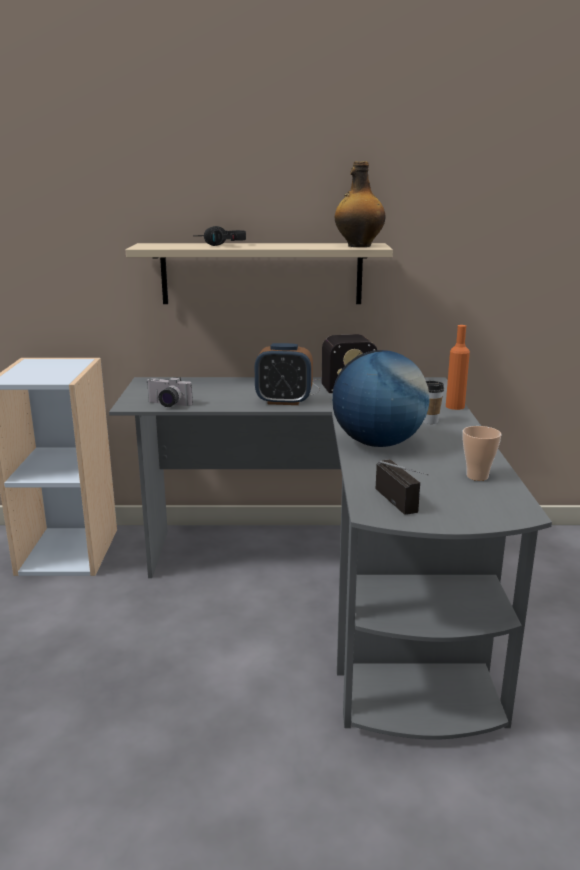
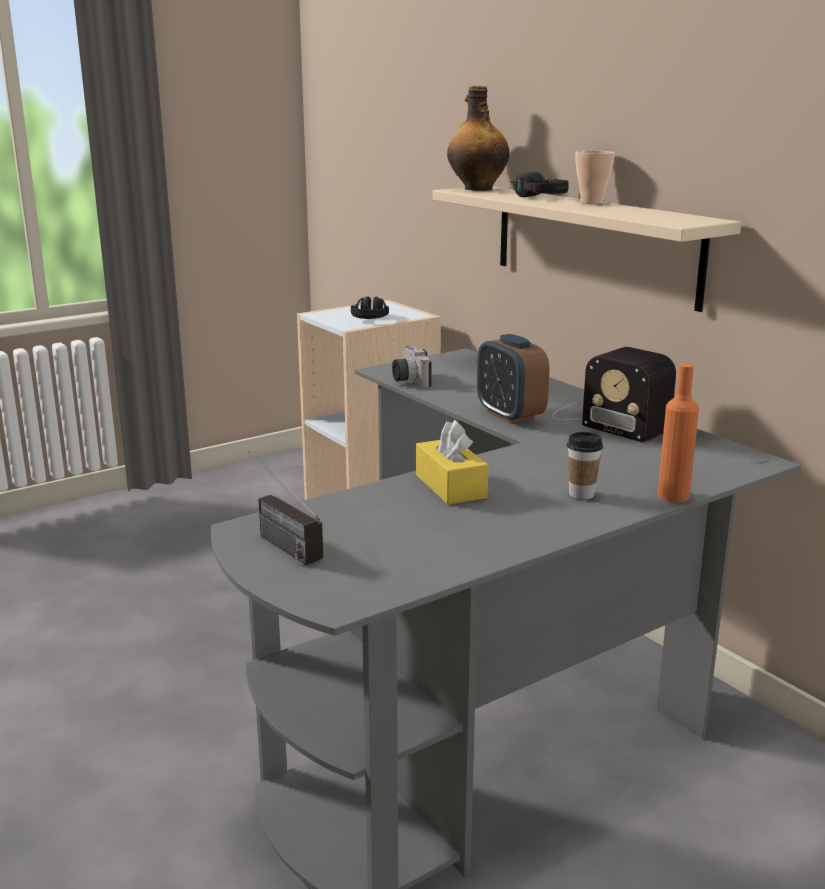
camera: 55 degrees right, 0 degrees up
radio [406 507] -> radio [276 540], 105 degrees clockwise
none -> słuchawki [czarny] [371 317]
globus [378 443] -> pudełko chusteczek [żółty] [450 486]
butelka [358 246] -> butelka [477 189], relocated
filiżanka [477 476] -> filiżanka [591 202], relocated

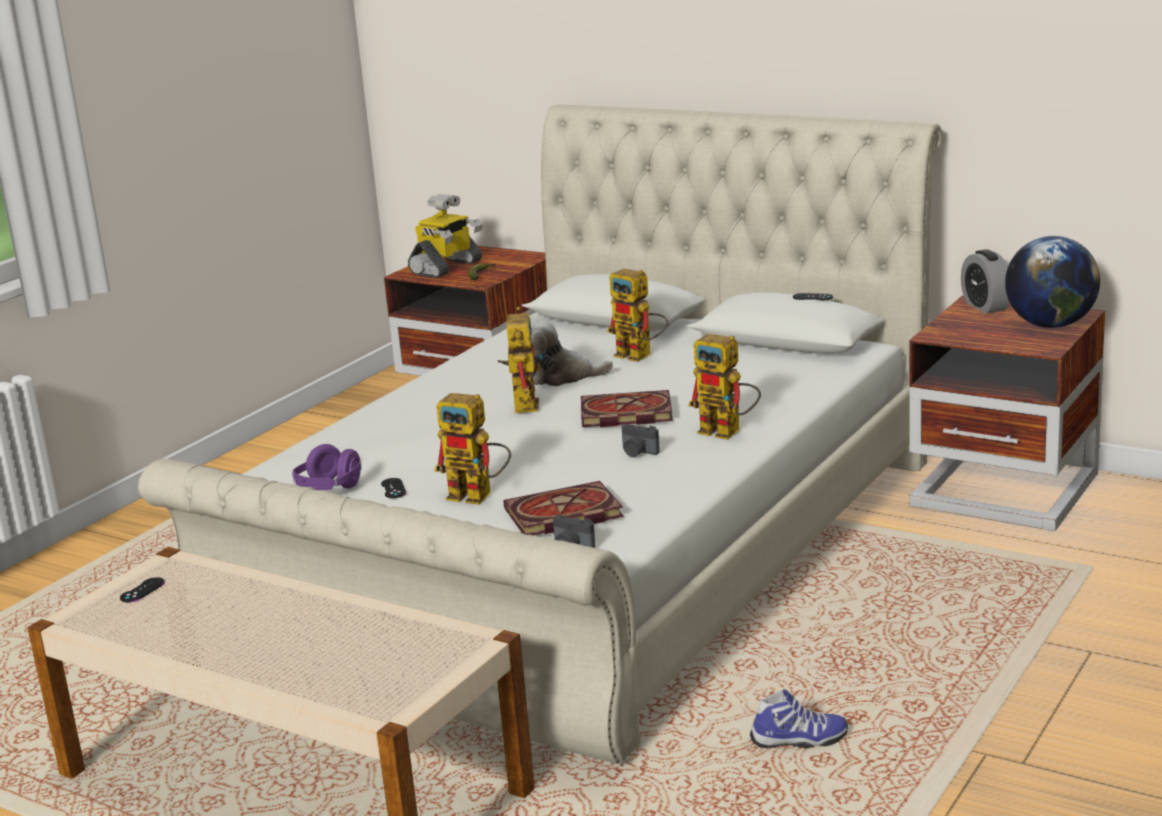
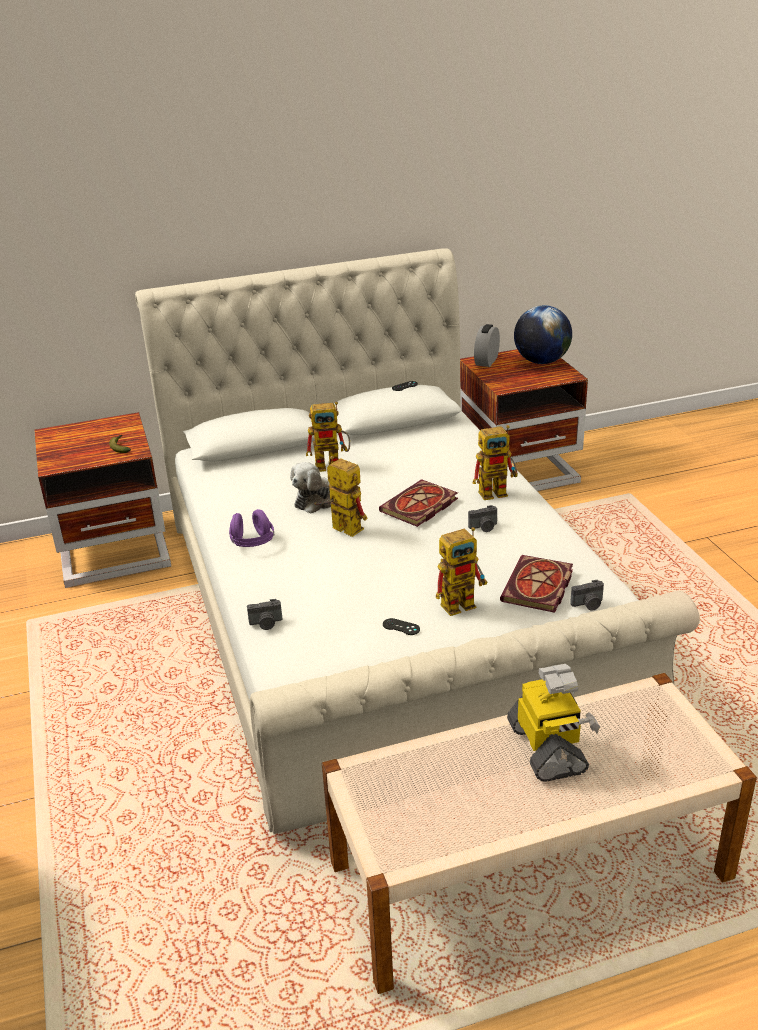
camera: 50 degrees left, 10 degrees up
słuchawki [fioletowy] [328 489] -> słuchawki [fioletowy] [252 542], relocated
none -> aparat fotograficzny [266 623]
budzik [985 306] -> budzik [486 361], 90 degrees clockwise
robot zabawkowy [447 268] -> robot zabawkowy [548 748], relocated
pad do gier [czarny] [142 590] -> none
but [799 741] -> none

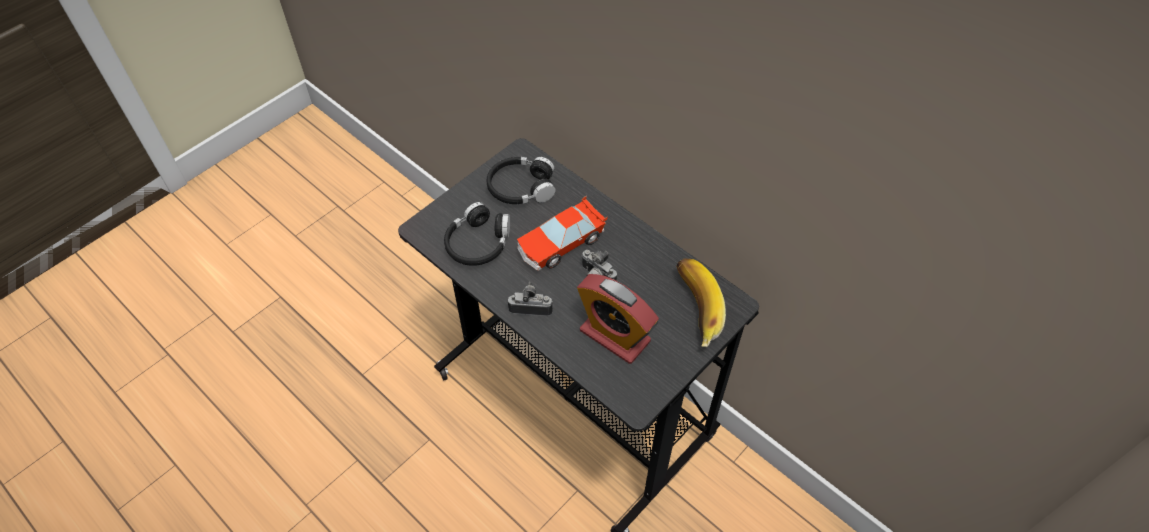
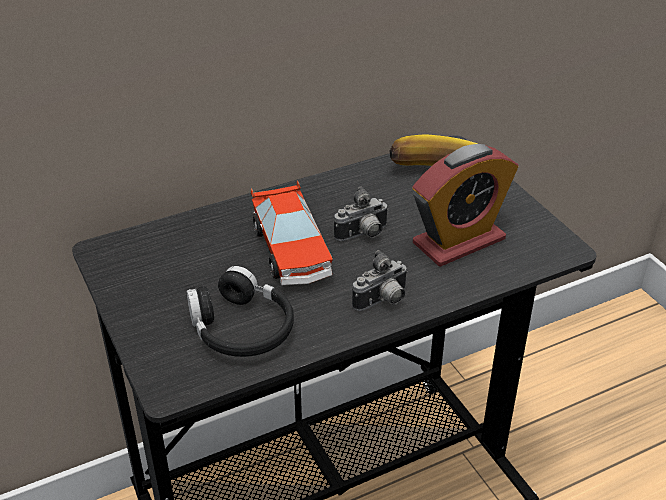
camera: 70 degrees left, 15 degrees down
aparat fotograficzny [531 307] -> aparat fotograficzny [383 301], 150 degrees counterclockwise
słuchawki [czarny] [521 188] -> none

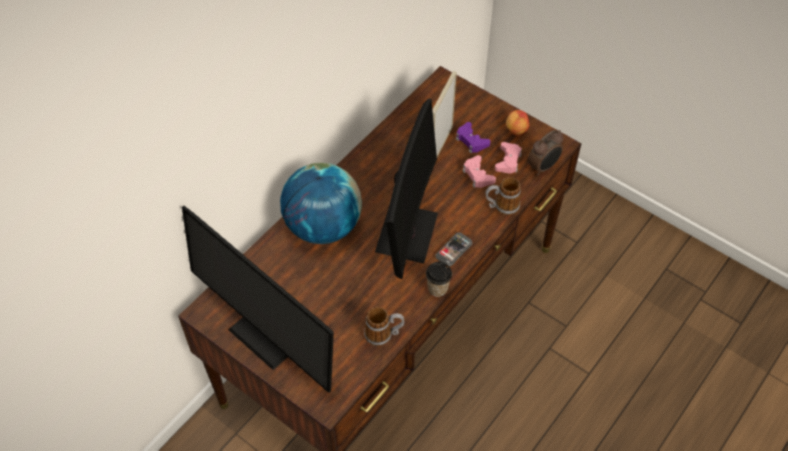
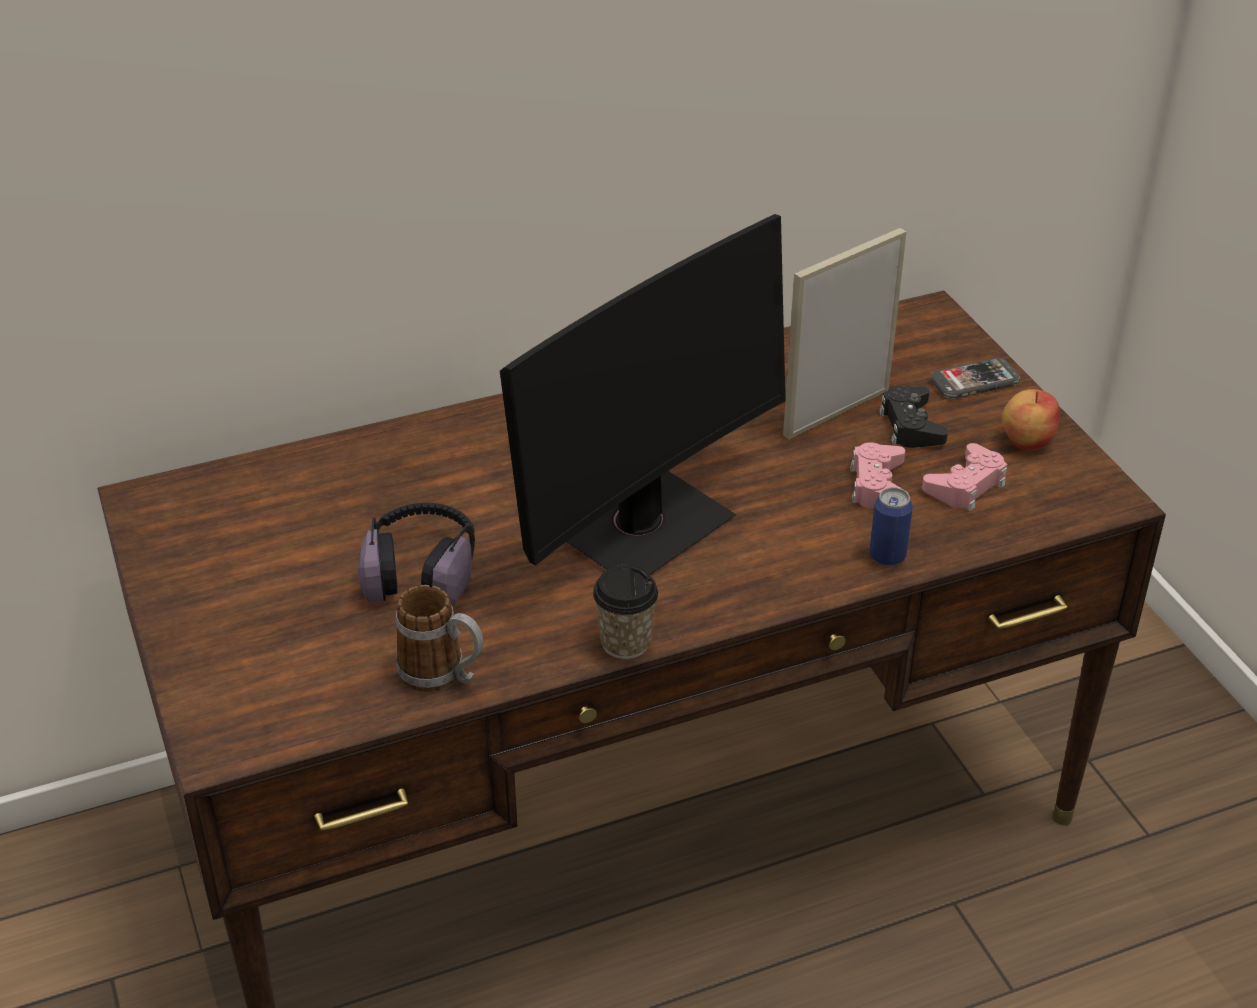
camera: 30 degrees right, 15 degrees down
none -> słuchawki [422 571]
kubek [501 206] -> puszka [887 556]
pad do gier [fioletowy] [471 141] -> pad do gier [czarny] [911 425]
telefon [453 250] -> telefon [974 381], relocated
monitor [272 330] -> none
globus [323 227] -> none
budzik [543 167] -> none

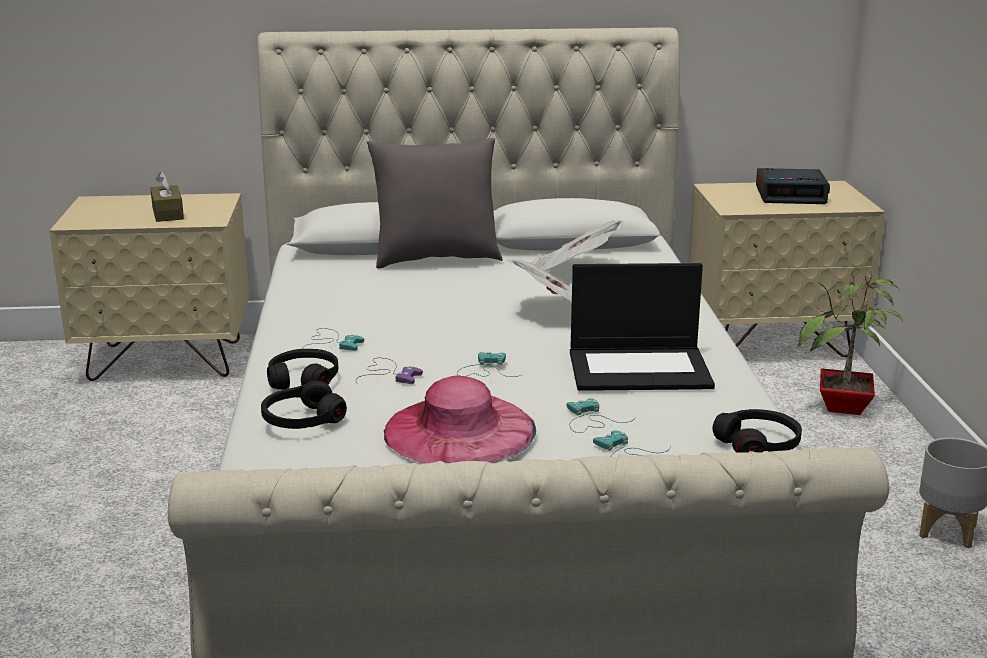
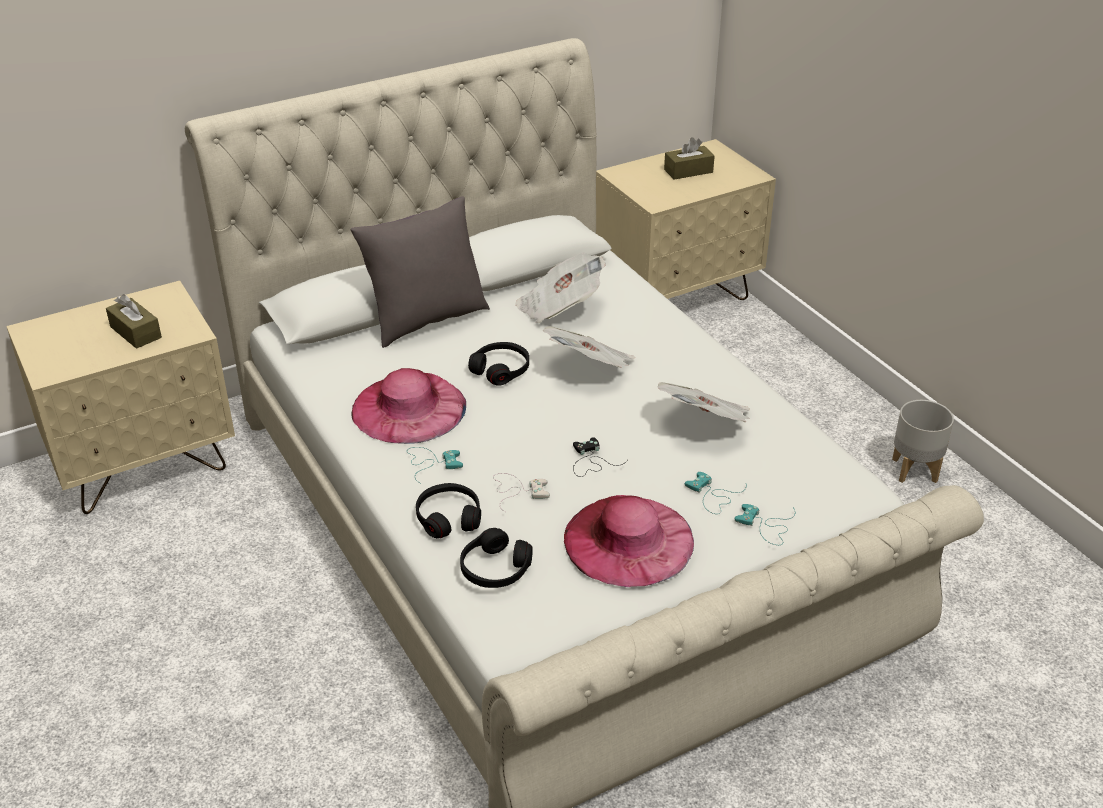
camera: 25 degrees left, 15 degrees up
none -> kapelusz [różowy] [408 408]
słuchawki [czarny] [758 444] -> słuchawki [czarny] [501 370], relocated
pad do gier [fioletowy] [388 374] -> pad do gier [biały] [517 490]
pad do gier [turkusowy] [485 370] -> pad do gier [czarny] [590 461]
laptop [640 369] -> gazeta [706 422]
budzik [791 195] -> pudełko chusteczek [brązowy] [688 171]
roślina doniczkowa [843 408] -> none

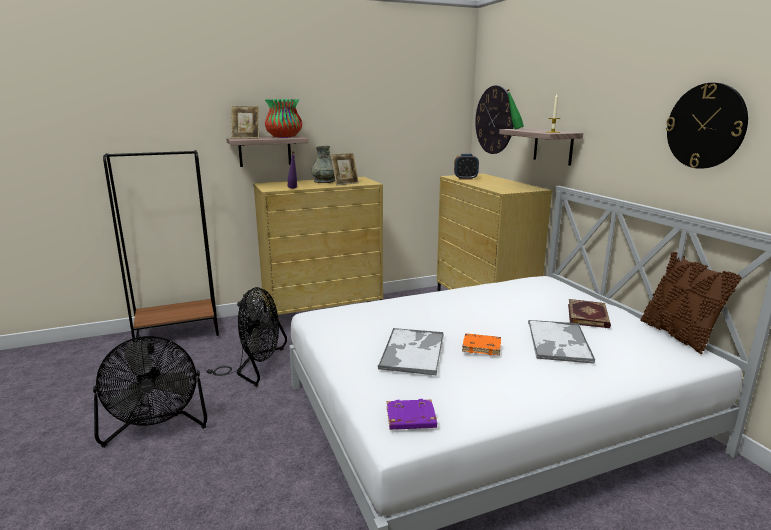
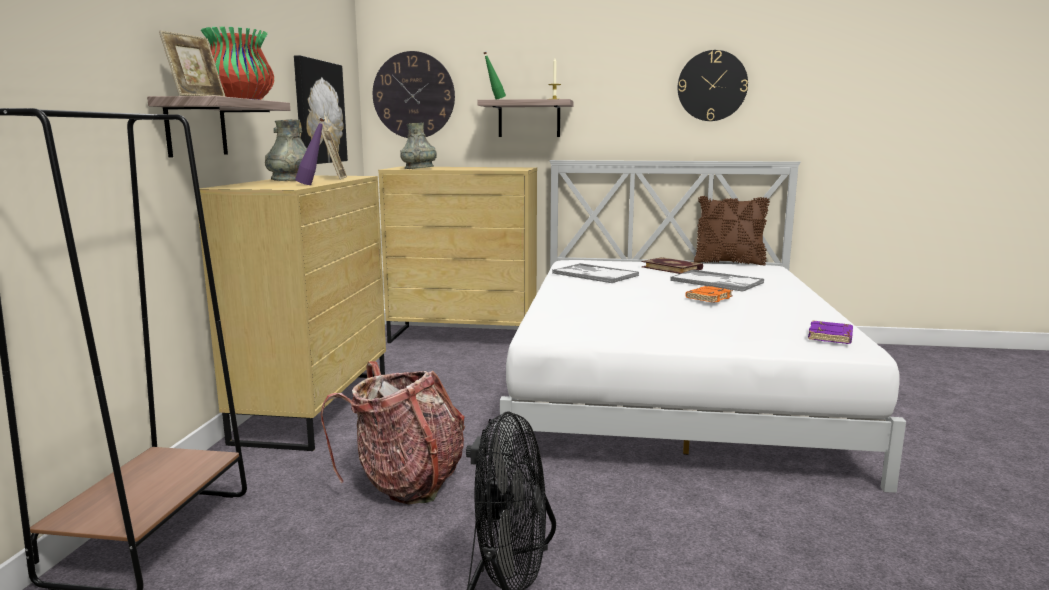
camera: 60 degrees left, 5 degrees down
none -> obraz [319 112]
wentylator [czarny] [254 367] -> plecak [406 483]
budzik [465 178] -> wazon [szary] [419 168]
taca [412 351] -> taca [594 274], relocated

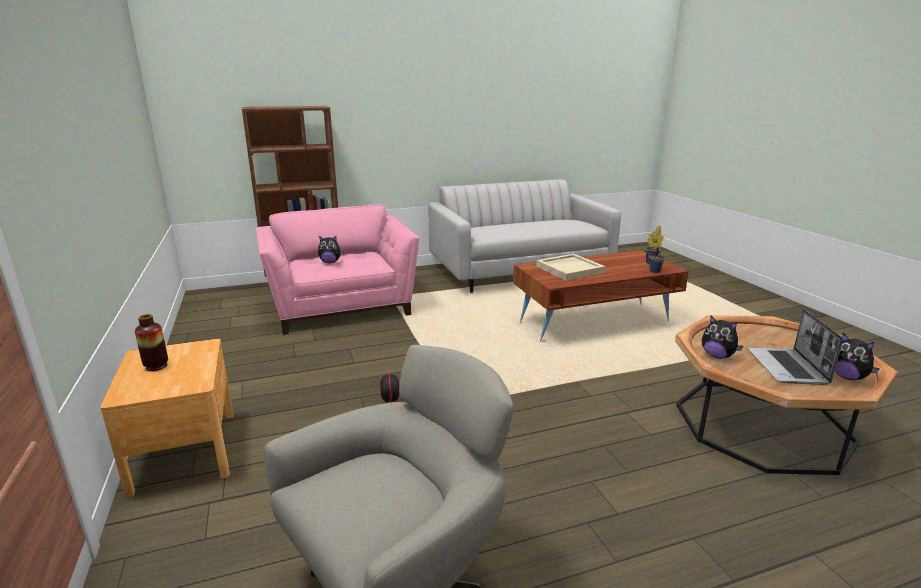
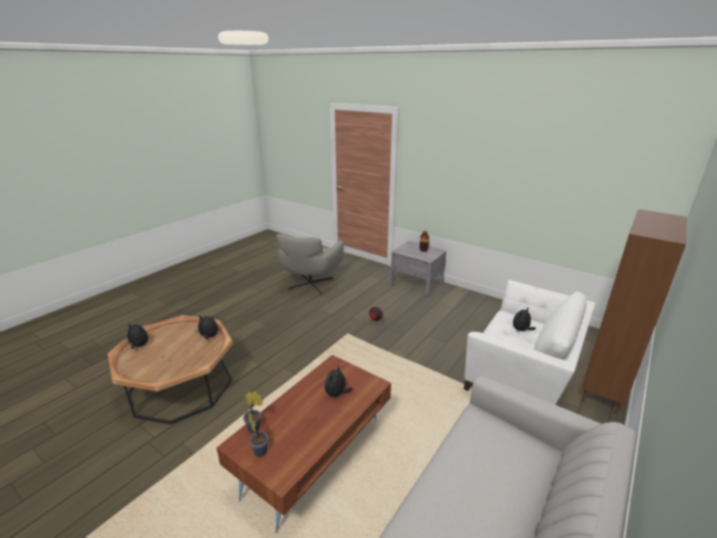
camera: 145 degrees right, 5 degrees up
taca [beżowy] [569 269] -> pluszak [336 394]
szafka nocna [brązowy] [185 451] -> szafka nocna [szary] [416 284]
fotel [różowy] [341 306] -> fotel [biały] [522 375]
laptop [788 368] -> none

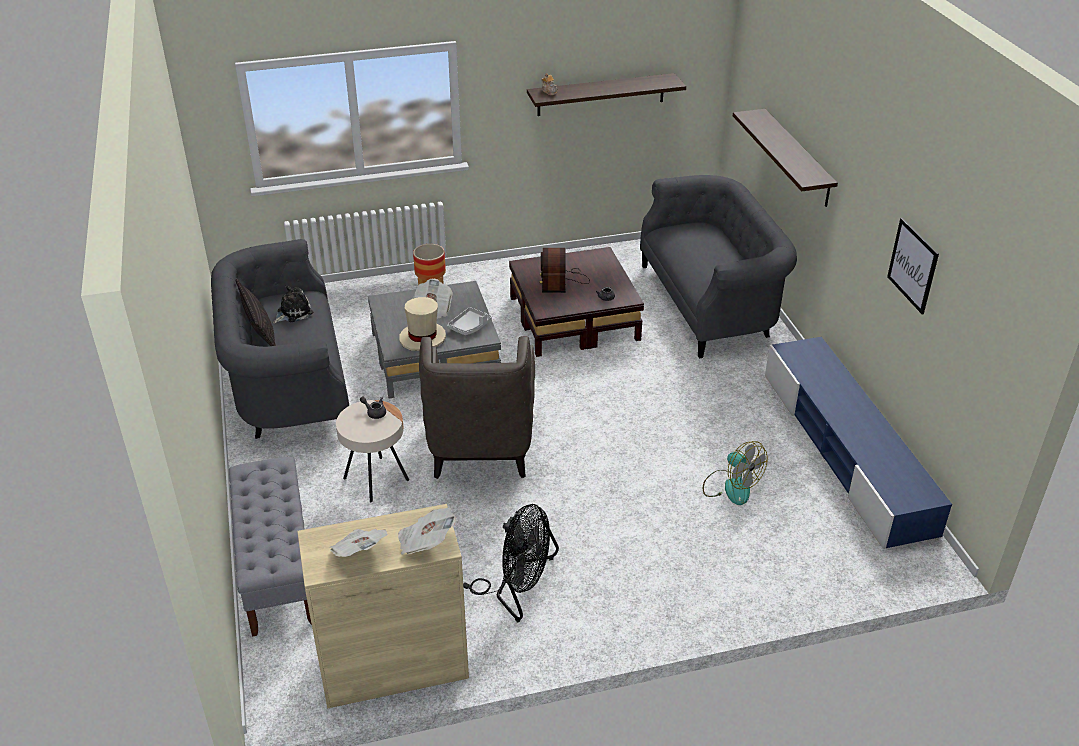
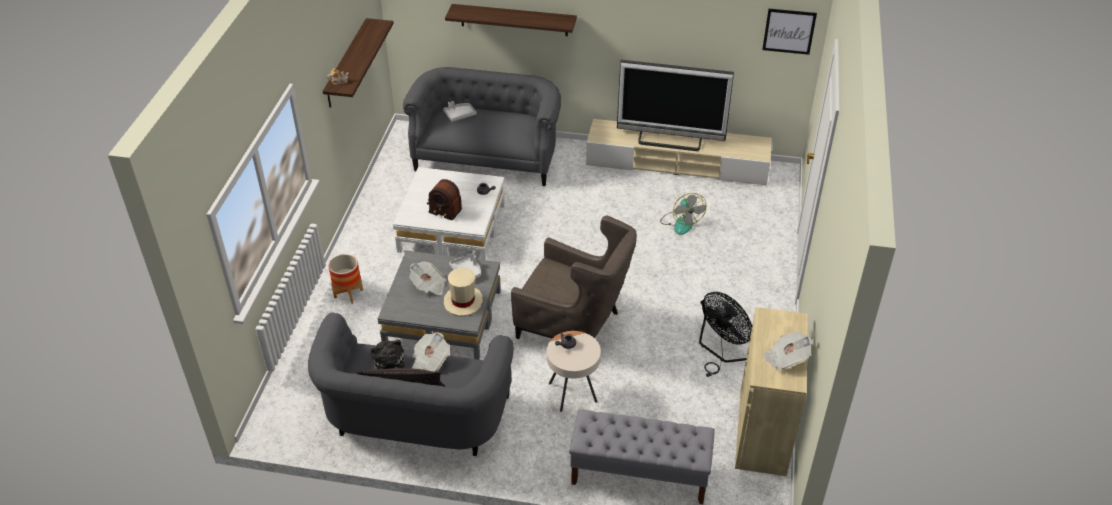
camera: 65 degrees left, 5 degrees up
ława [brązowy] [575 318] -> ława [biały] [453 227]
gazeta [425 542] -> gazeta [429 361], relocated
none -> taca [szary] [459 115]
szafka pod telewizor [niebieski] [846 452] -> szafka pod telewizor [beżowy] [677 164]
none -> telewizor [670 140]
wentylator [731 486] -> wentylator [681 222], 90 degrees clockwise
obraz [913 265] -> obraz [789 31], relocated

